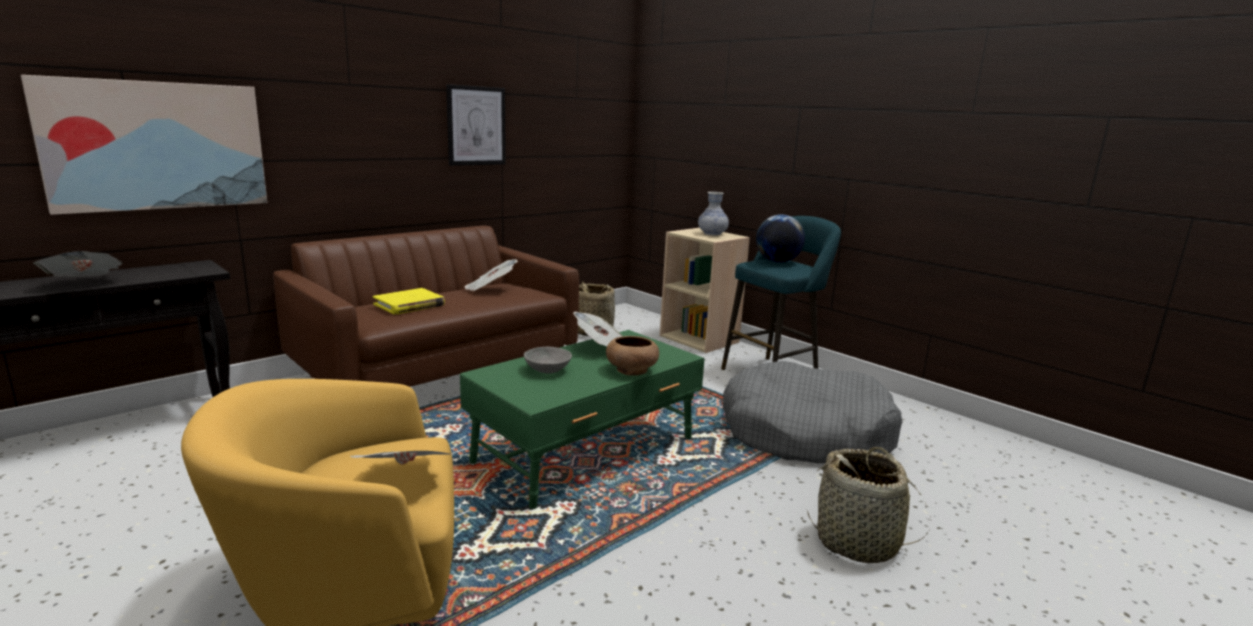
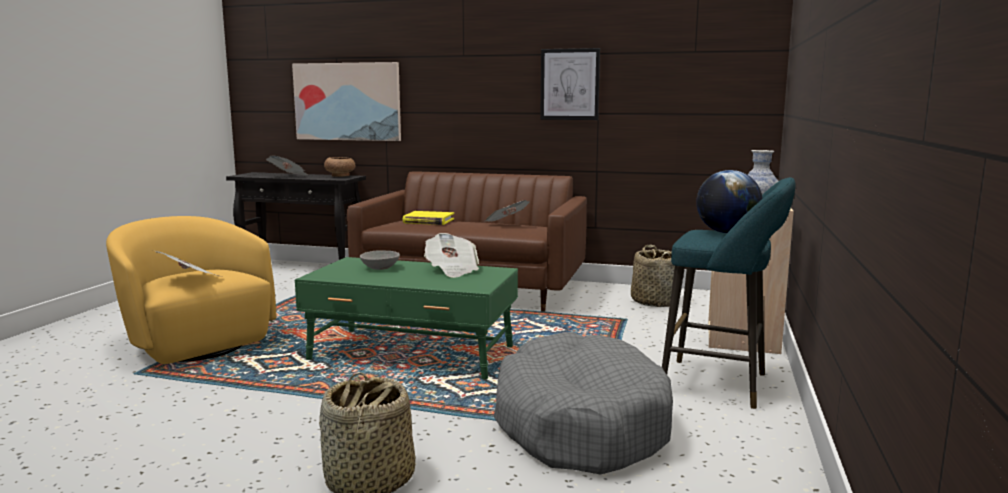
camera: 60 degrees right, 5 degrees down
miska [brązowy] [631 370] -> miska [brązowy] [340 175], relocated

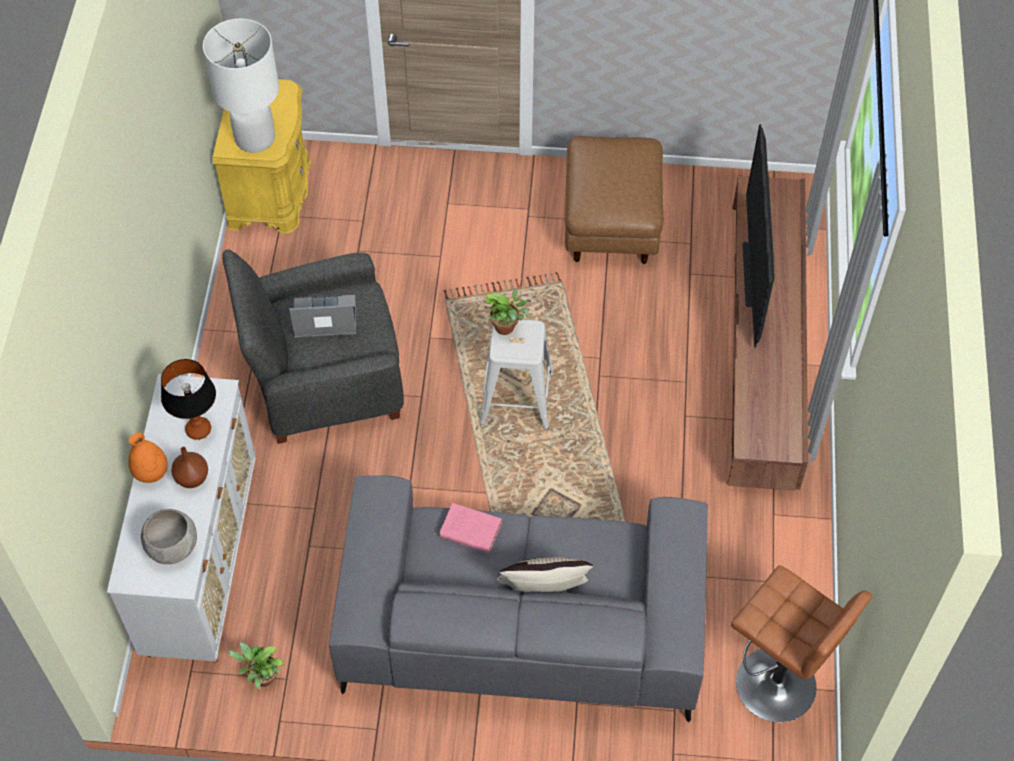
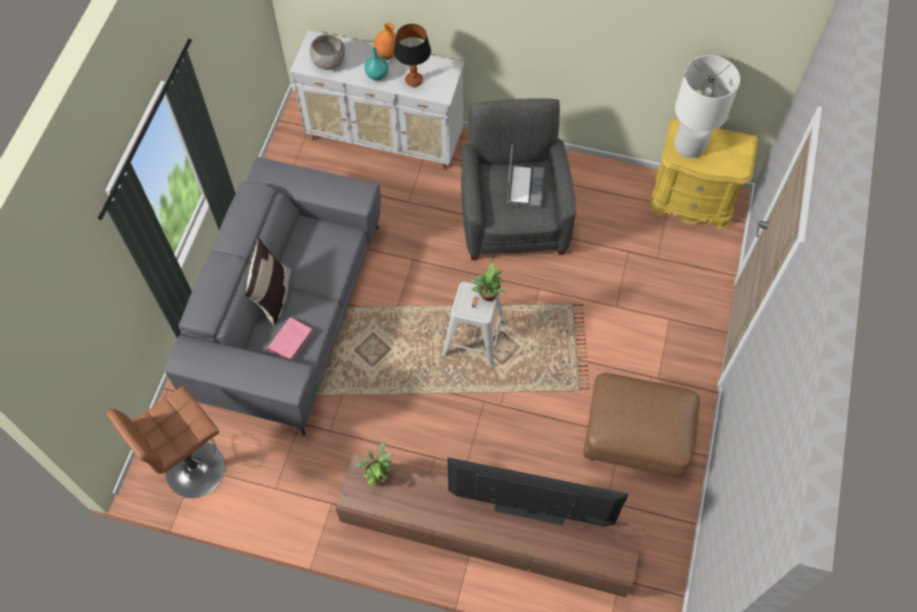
camera: 100 degrees right, 5 degrees up
książka [różowy] [469 529] -> książka [różowy] [291 340], relocated
roślina doniczkowa [262 678] -> roślina doniczkowa [377 475], relocated
wazon [brązowy] [193 477] -> wazon [turkusowy] [377 75]

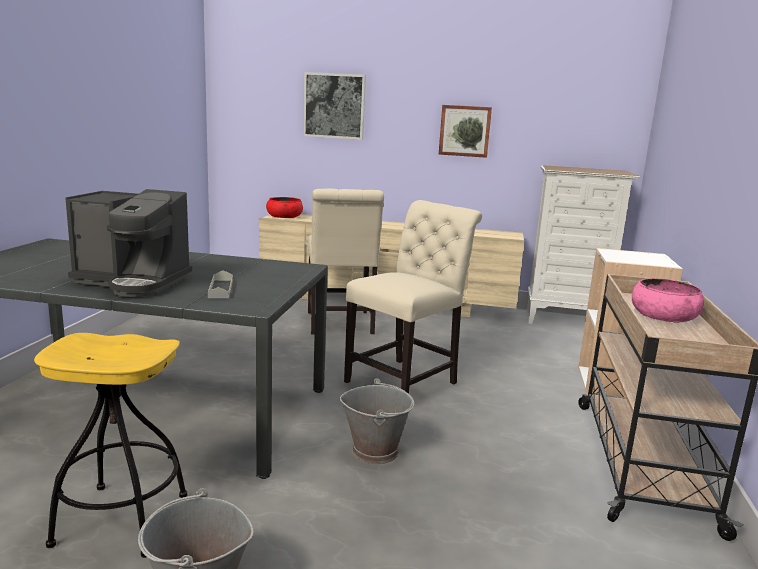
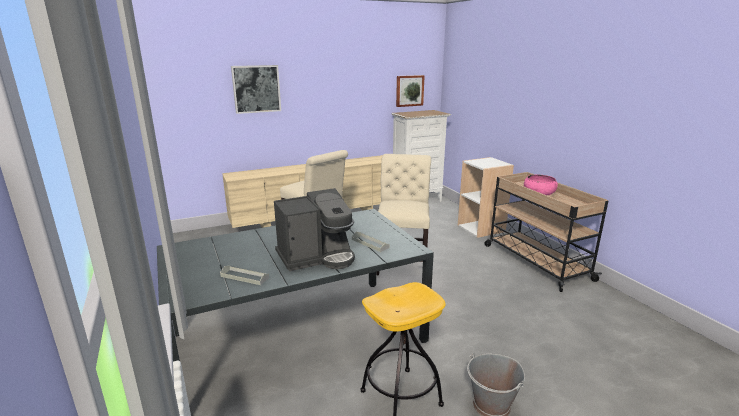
camera: 35 degrees left, 5 degrees up
none -> taca [szary] [244 277]
obraz [465 131] -> obraz [409 90], relocated
miska [czerwony] [284 216] -> none
wiadro [szary] [375 451] -> none

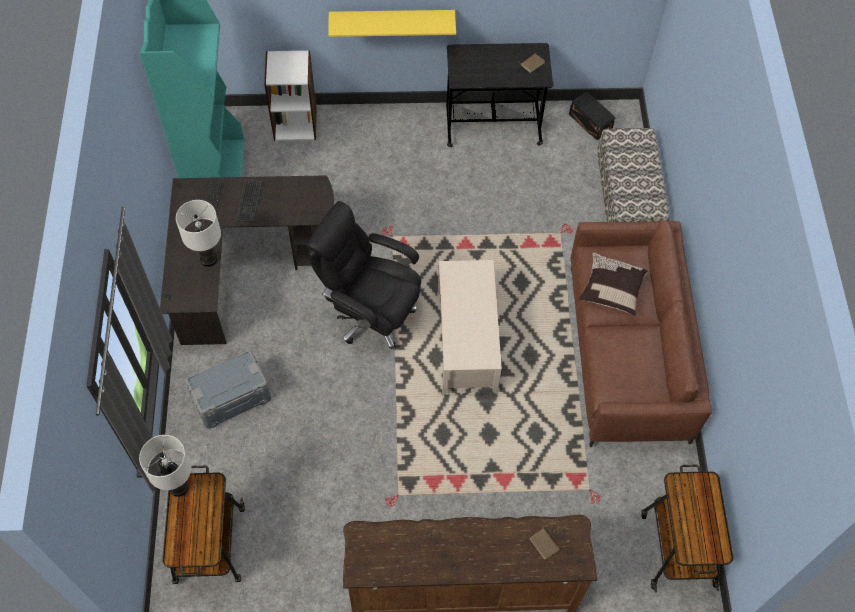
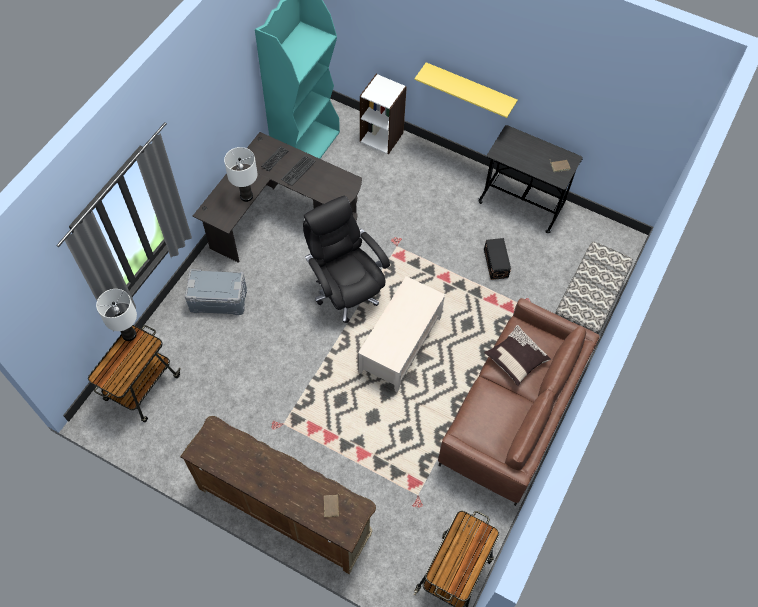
camera: 30 degrees right, 0 degrees up
pojemnik do przechowywania [czarny] [590 121] -> pojemnik do przechowywania [czarny] [496 263], relocated

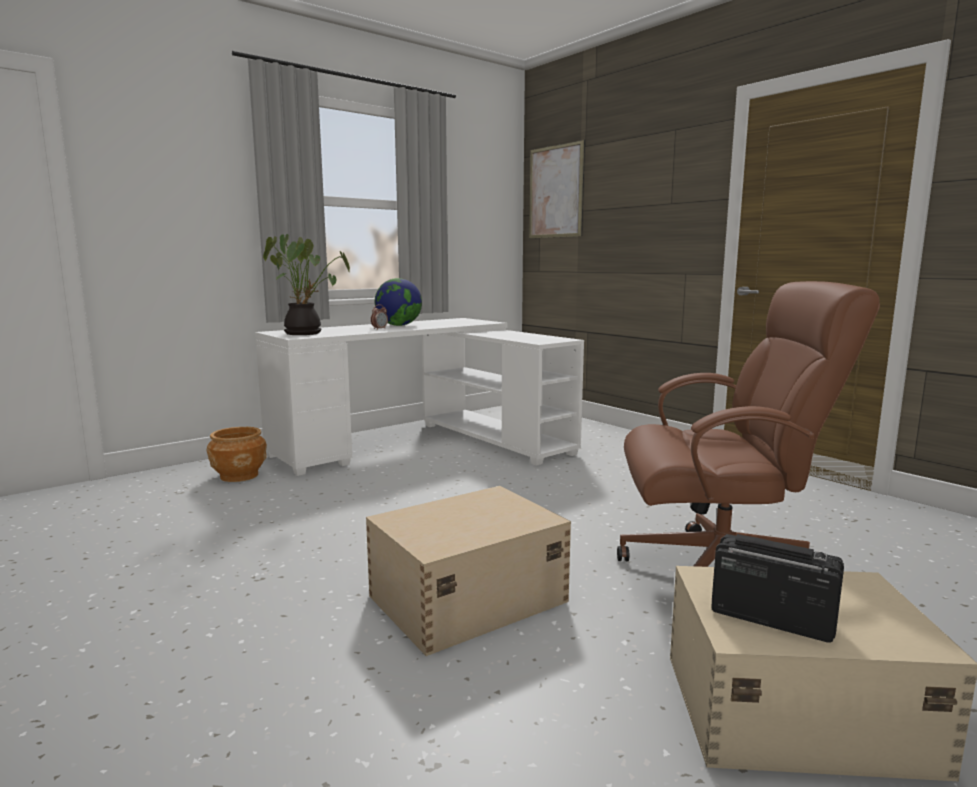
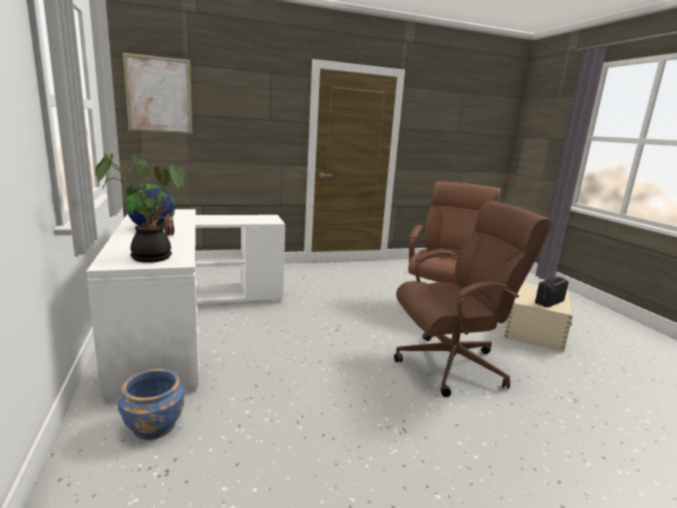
camera: 70 degrees left, 5 degrees up
donica [brązowy] [239 475] -> donica [niebieski] [154 426]
pojemnik do przechowywania [beżowy] [465 599] -> krzesło biurowe [brązowy] [450 365]

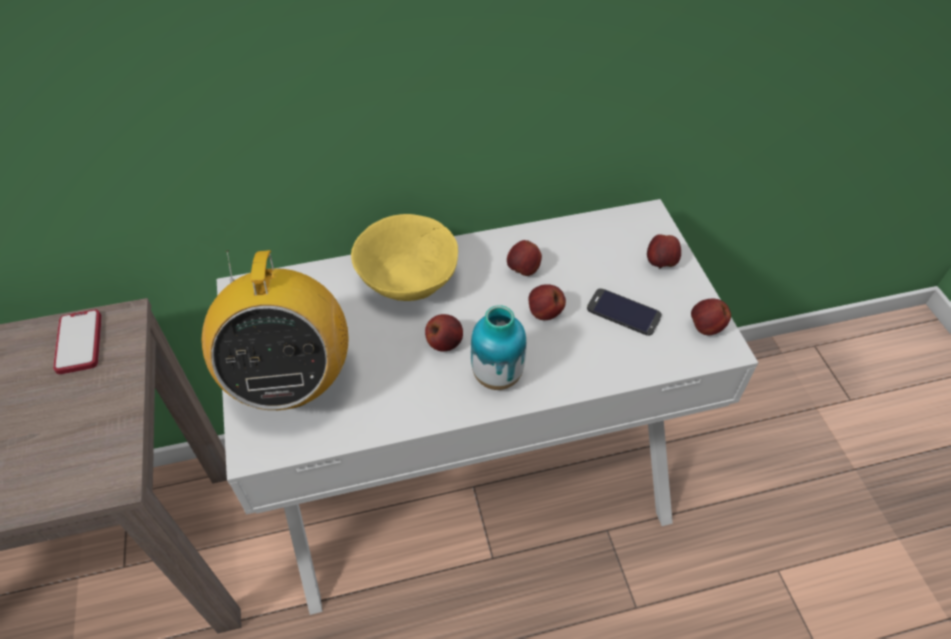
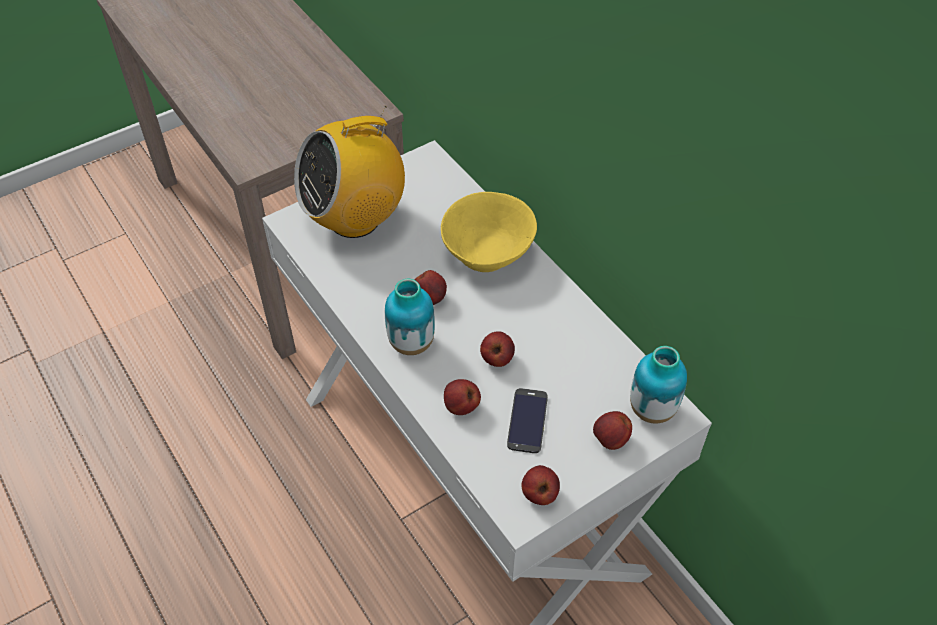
camera: 70 degrees right, 0 degrees up
jabłko [523 270] -> jabłko [461 407], relocated
none -> wazon [652 410]
telefon [79 343] -> none

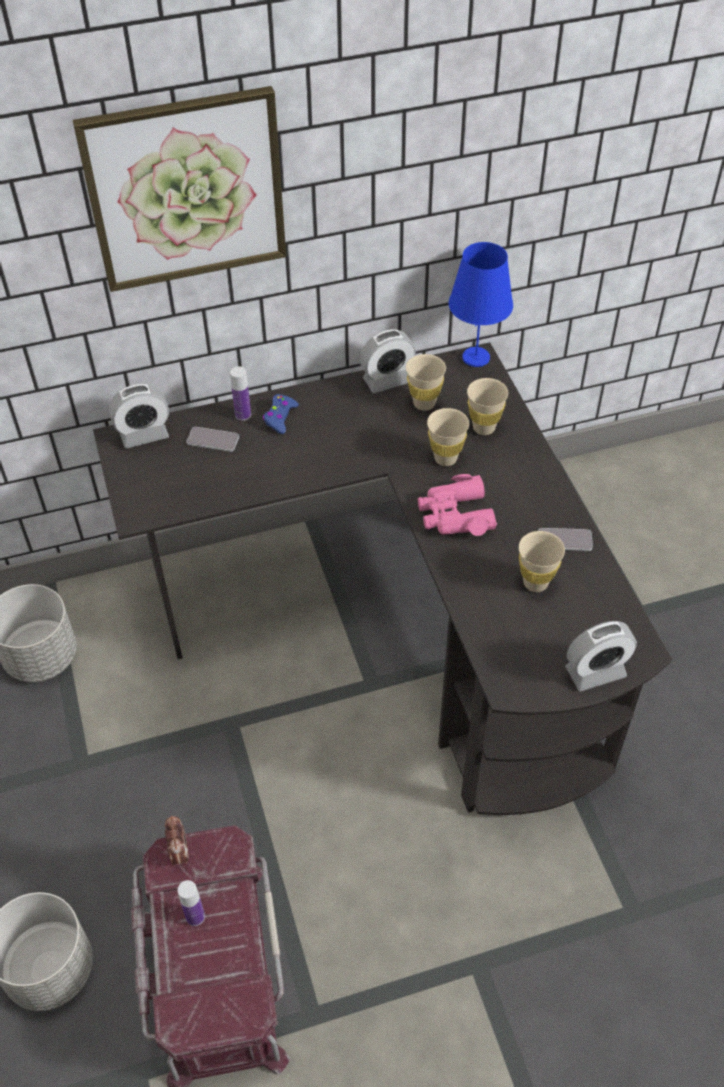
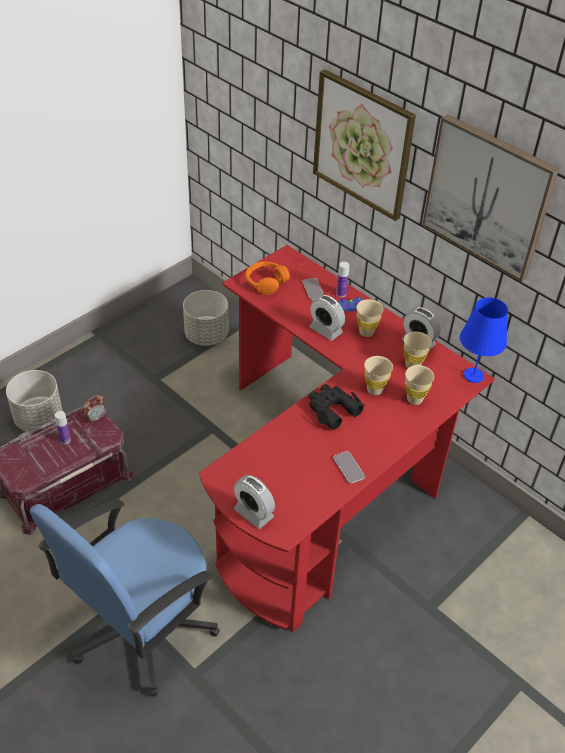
camera: 60 degrees right, 5 degrees down
none -> krzesło biurowe [niebieski] [141 628]
biurko [czarny] [398 626] -> biurko [czerwony] [327 477]
none -> słuchawki [pomarańczowy] [266 282]
lornetka [różowy] [455 515] -> lornetka [czarny] [332 409]
budzik [144 435] -> budzik [326 330], relocated
filiżanka [beżowy] [535 583] -> filiżanka [beżowy] [366 332], relocated
none -> obraz [487 197]

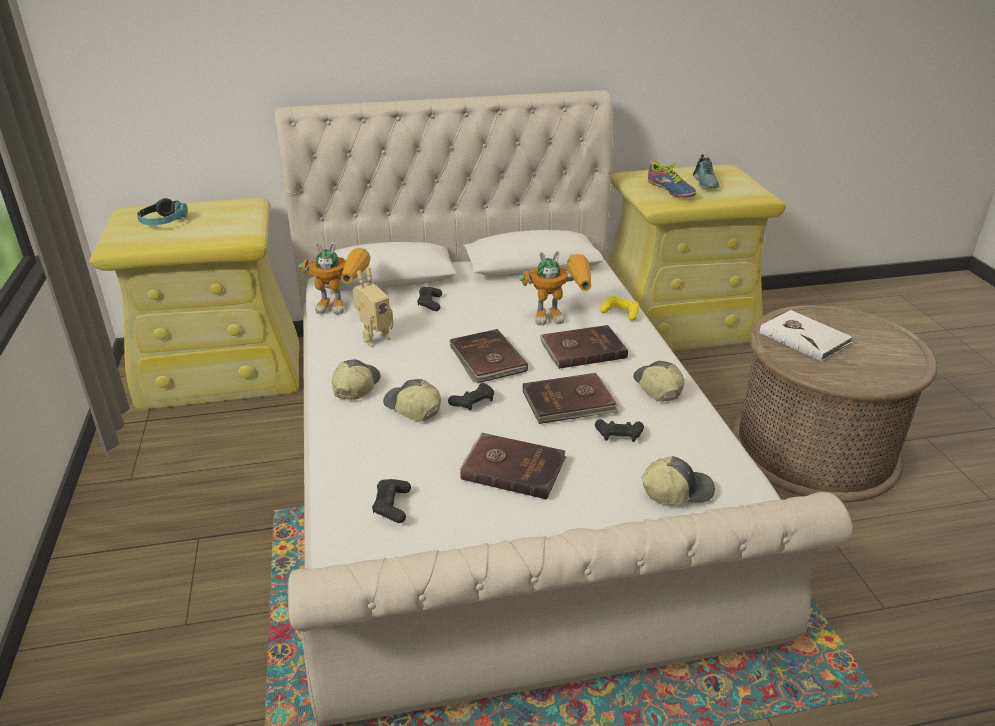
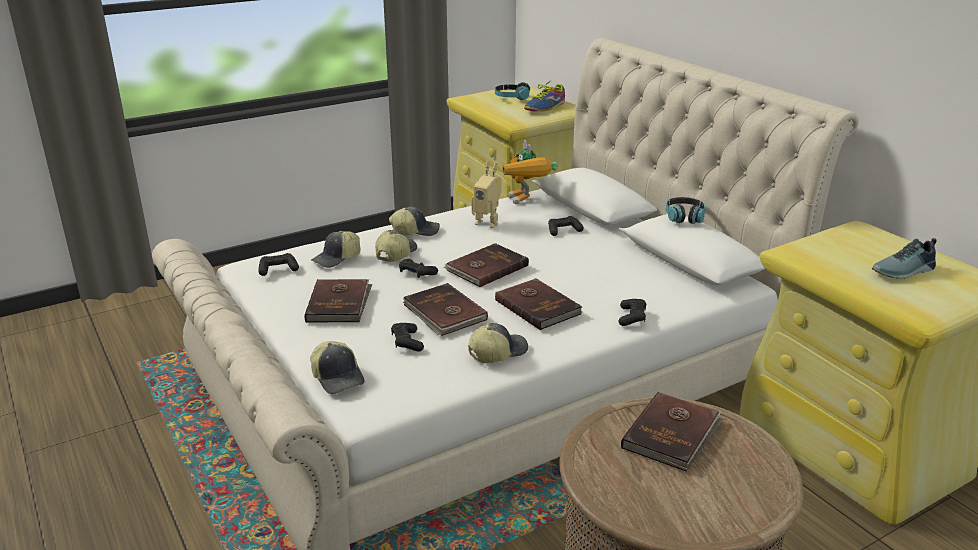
camera: 70 degrees right, 5 degrees down
none -> czapka z daszkiem [337 259]
but [671 190] -> but [545 107], relocated
pad do gier [żółty] [620 313] -> pad do gier [czarny] [632 317]
książka [biały] [804 338] -> książka [brązowy] [672 434]
none -> słuchawki [684 217]
robot zabawkowy [559 316] -> none

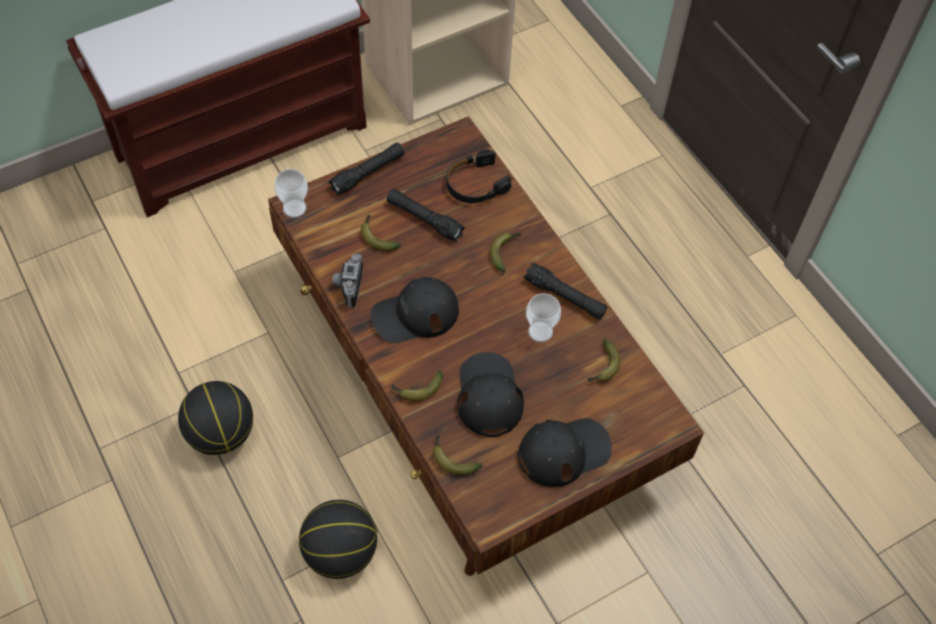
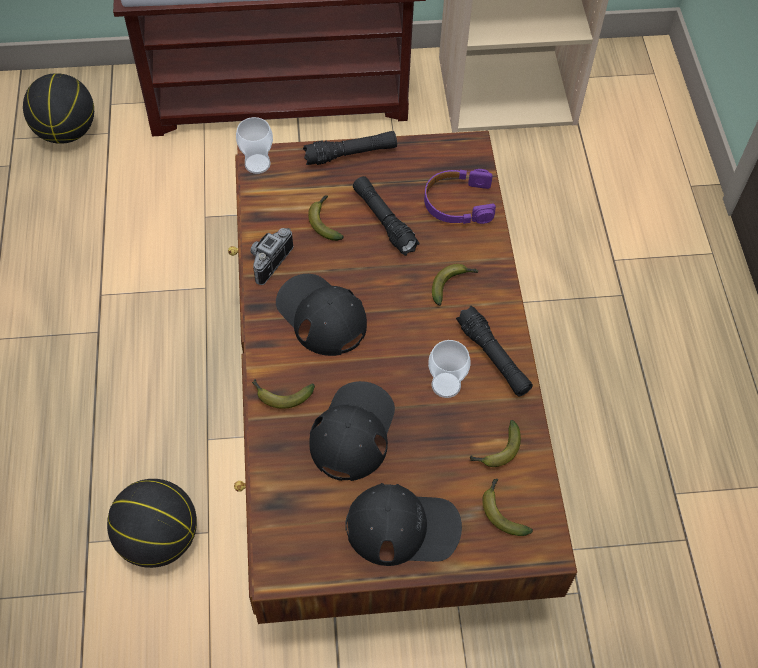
camera: 25 degrees right, 0 degrees up
piłka do koszykówki [221 434] -> piłka do koszykówki [66 132], relocated
czapka z daszkiem [czarny] [415 314] -> czapka z daszkiem [czarny] [321 315], 45 degrees clockwise
słuchawki [czarny] [475 184] -> słuchawki [fioletowy] [458 203]
banan [452 459] -> banan [502 511], relocated

